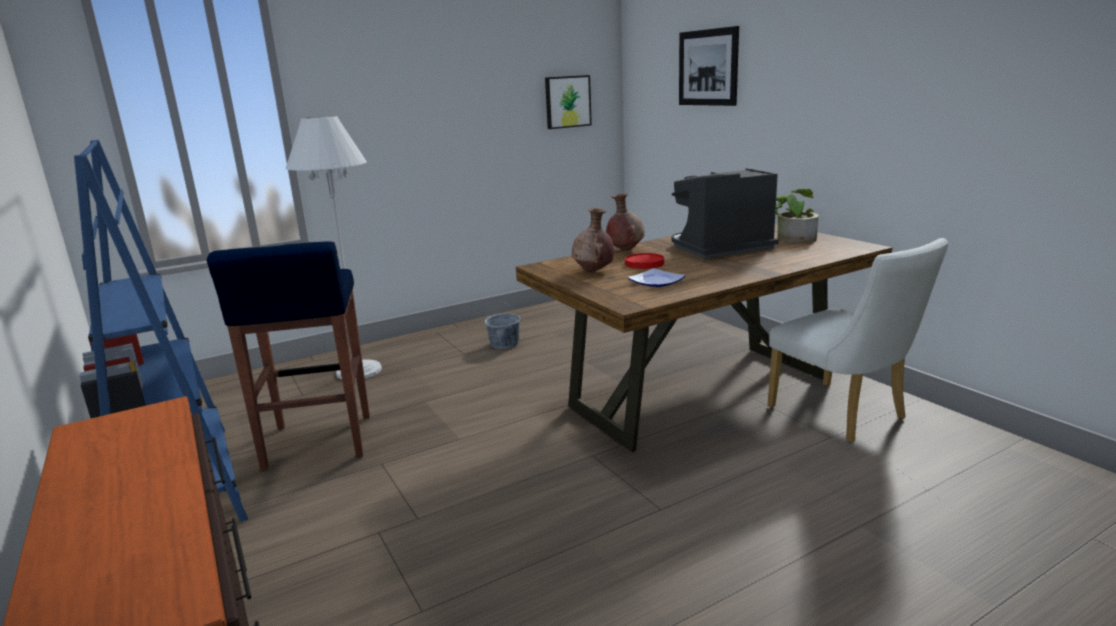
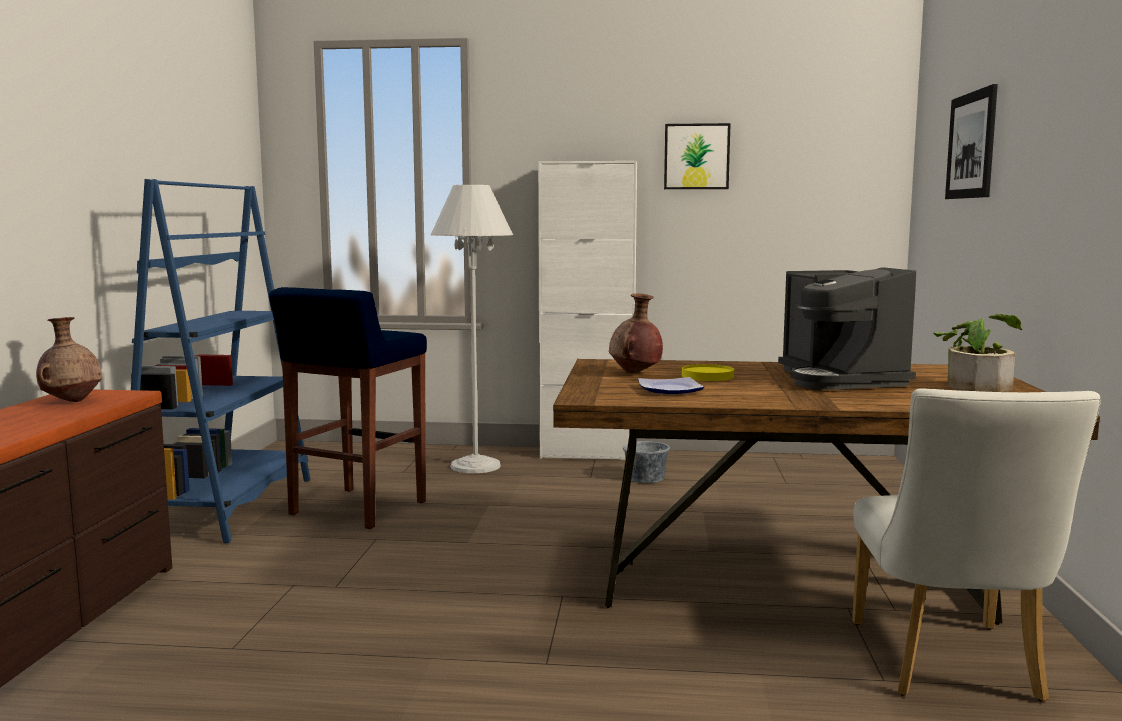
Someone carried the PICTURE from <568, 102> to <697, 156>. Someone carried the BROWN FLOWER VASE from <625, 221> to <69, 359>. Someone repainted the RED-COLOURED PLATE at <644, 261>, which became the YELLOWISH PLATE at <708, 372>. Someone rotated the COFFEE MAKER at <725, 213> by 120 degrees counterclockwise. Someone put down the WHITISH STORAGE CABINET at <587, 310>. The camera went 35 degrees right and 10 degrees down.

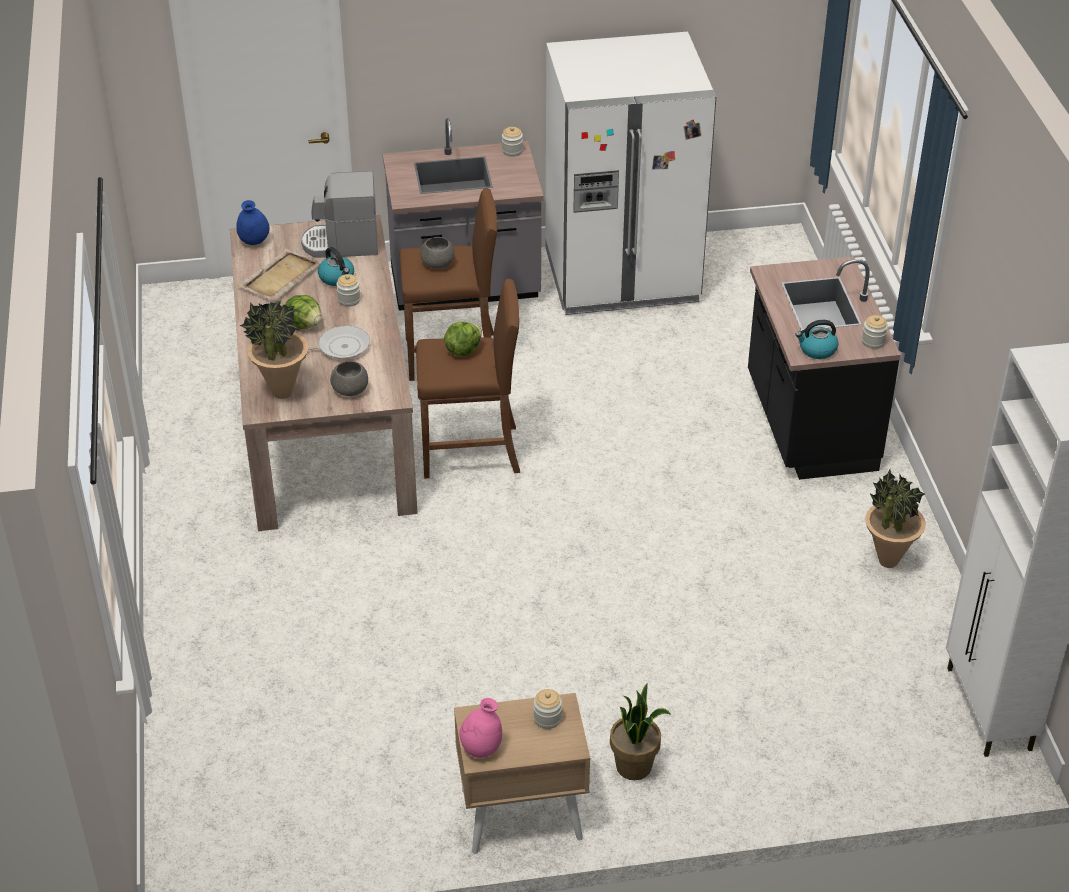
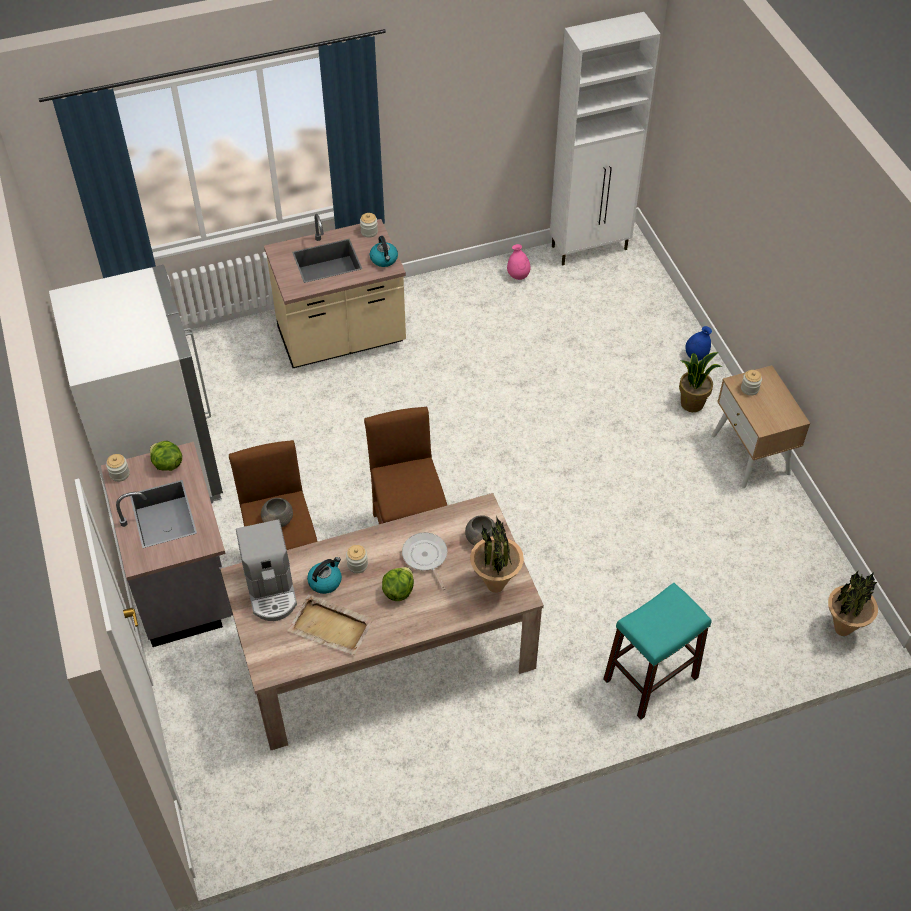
Someone carried the BLUE-COLOURED FLOWER VASE from <253, 222> to <699, 343>. Someone carried the LETTUCE HEAD from <463, 339> to <166, 456>. Someone carried the PINK FLOWER VASE from <480, 728> to <519, 262>. Someone repainted the BLACKISH KITCHEN COUNTER at <824, 368>, which became the SAND-COLOURED KITCHEN COUNTER at <335, 291>. Someone carried the HOUSEPLANT from <895, 519> to <853, 603>. Someone put down the BLUE-GREEN STOOL SEAT at <657, 651>. The camera went 100 degrees left and 10 degrees up.

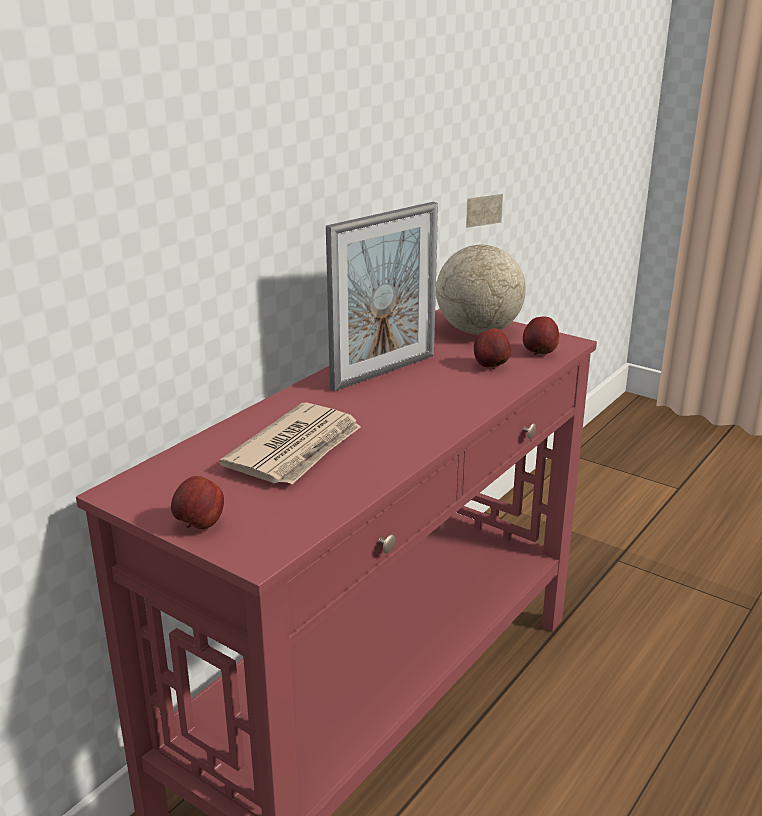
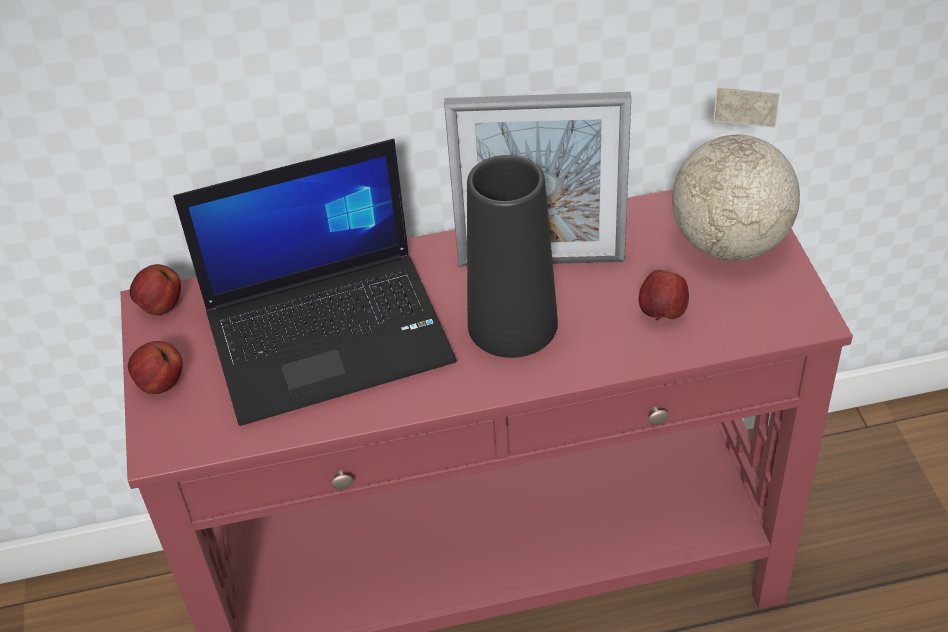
Someone swapped the NEWSPAPER at <290, 443> for the NOTEBOOK COMPUTER at <315, 282>. Someone carried the APPLE FRUIT from <541, 335> to <155, 289>. Someone put down the BLACKISH FLOWER VASE at <512, 256>. The camera went 45 degrees right and 20 degrees up.

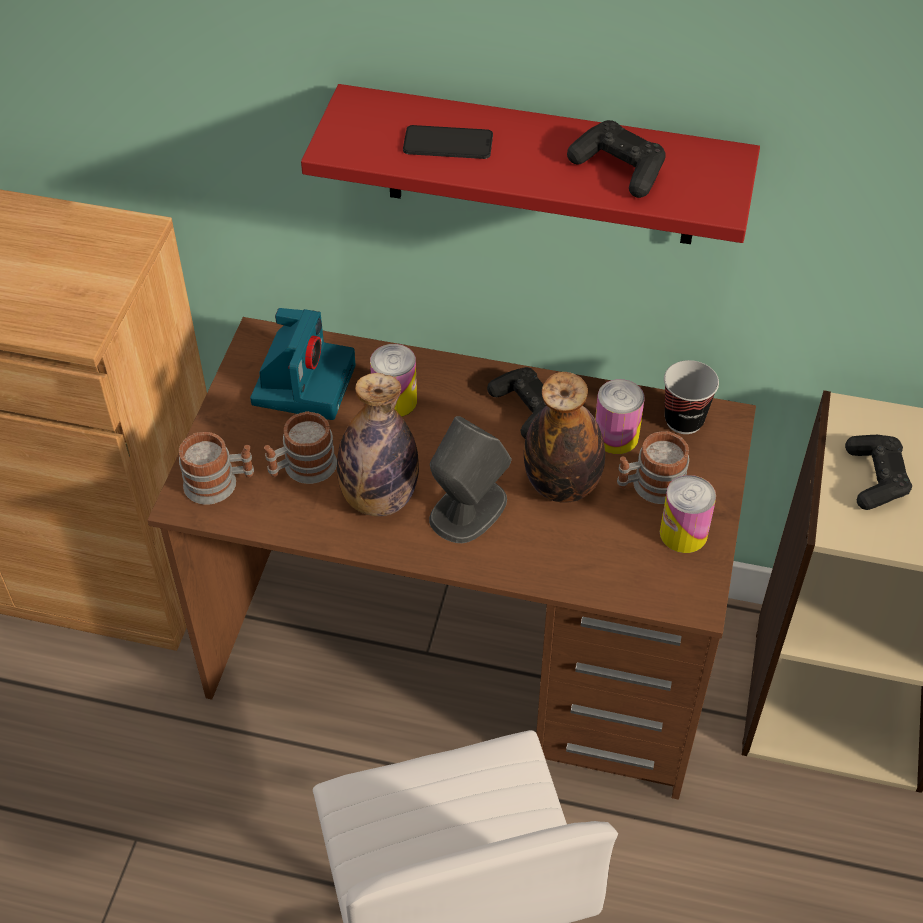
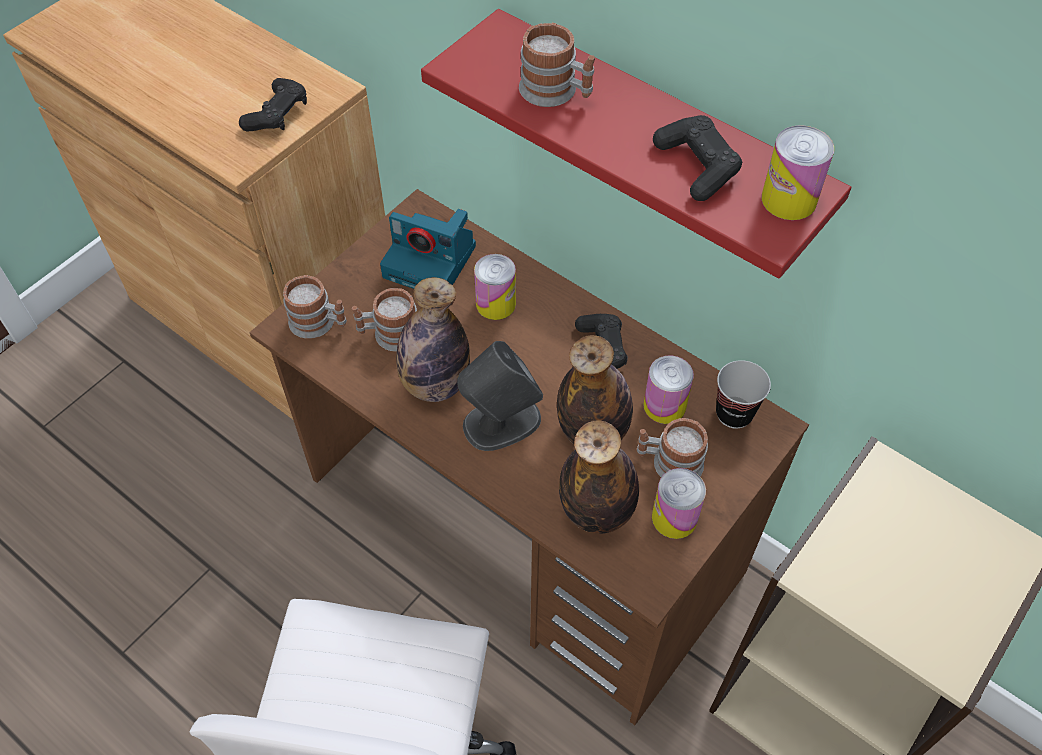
Someone rotated the PHOTO CAMERA at <303, 364> by 75 degrees clockwise. Someone swapped the PHONE at <448, 142> for the MUG at <557, 65>. Someone carried the BLACKISH GAME CONTROLLER from <878, 472> to <273, 104>. Someone put down the DRINK BOTTLE at <599, 477>. Someone put down the CAN at <798, 172>. The camera went 25 degrees right and 5 degrees up.

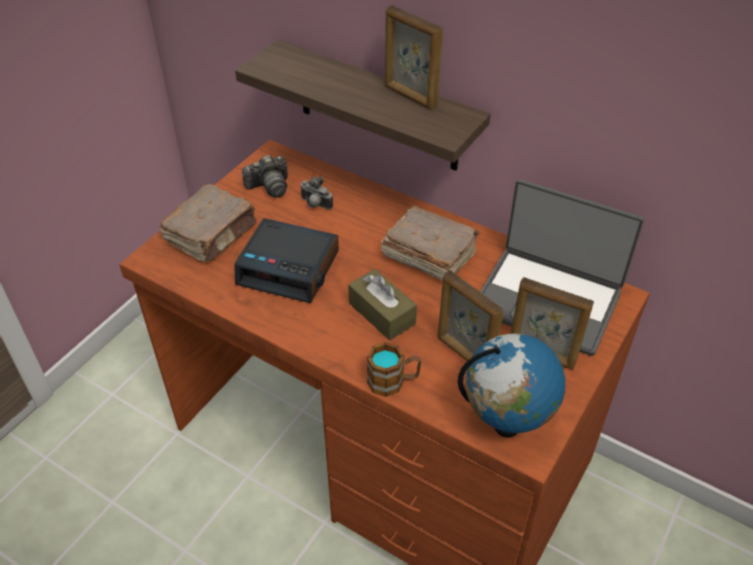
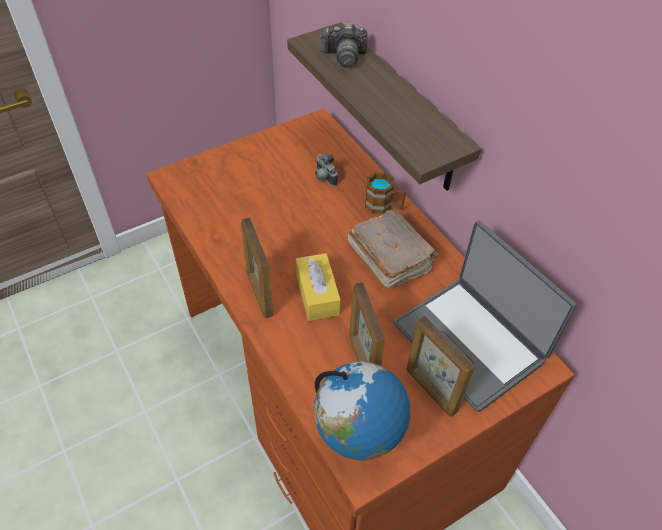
Someone took away the BROWN BOOK at <208, 223>. Someone took away the TABLE CLOCK at <286, 260>. Someone carried the PHOTO CAMERA from <265, 176> to <343, 45>. Someone repainted the BROWN TISSUE HOLDER at <382, 304>, which became the YELLOWISH TISSUE HOLDER at <318, 287>. Someone carried the MUG from <394, 369> to <385, 193>. Someone carried the PHOTO FRAME from <414, 57> to <257, 268>. The camera went 25 degrees right and 5 degrees up.

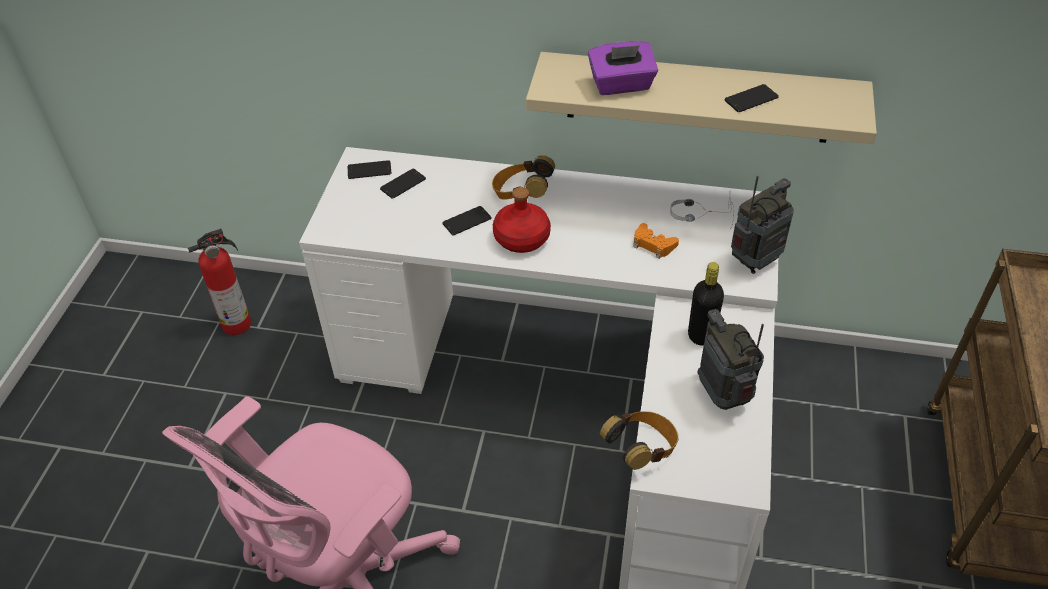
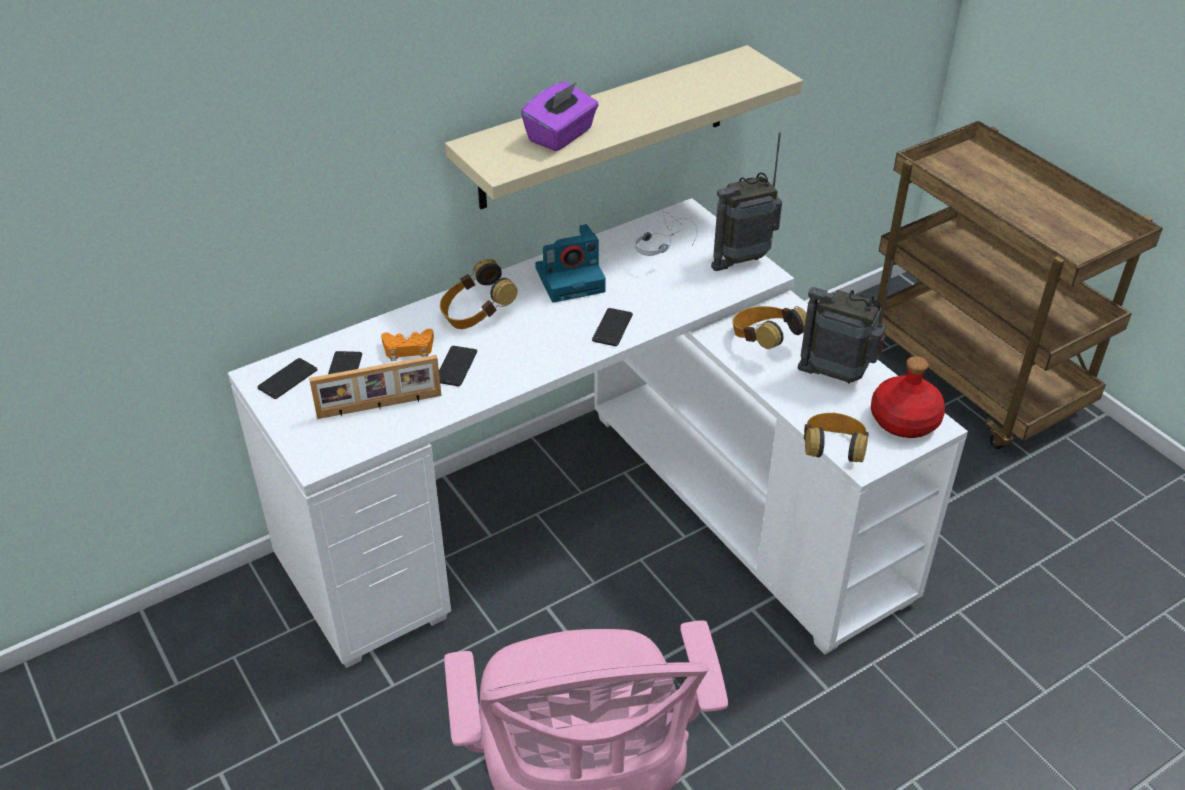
Someone took away the FIRE-FIGHTING CYLINDER at <219, 281>. Someone carried the RED-COLOURED DRINK BOTTLE from <522, 220> to <908, 397>. Someone carried the ORANGE-COLOURED GAME CONTROLLER from <656, 241> to <407, 345>. Someone swapped the BLACKISH DRINK BOTTLE at <706, 304> for the HEADSET at <769, 327>. Someone carried the PHONE from <752, 98> to <612, 327>. Someone rotated the RADIO at <762, 225> by 120 degrees counterclockwise. Someone put down the PHOTO FRAME at <375, 387>. Someone put down the PHOTO CAMERA at <570, 263>. The camera went 45 degrees left and 5 degrees down.

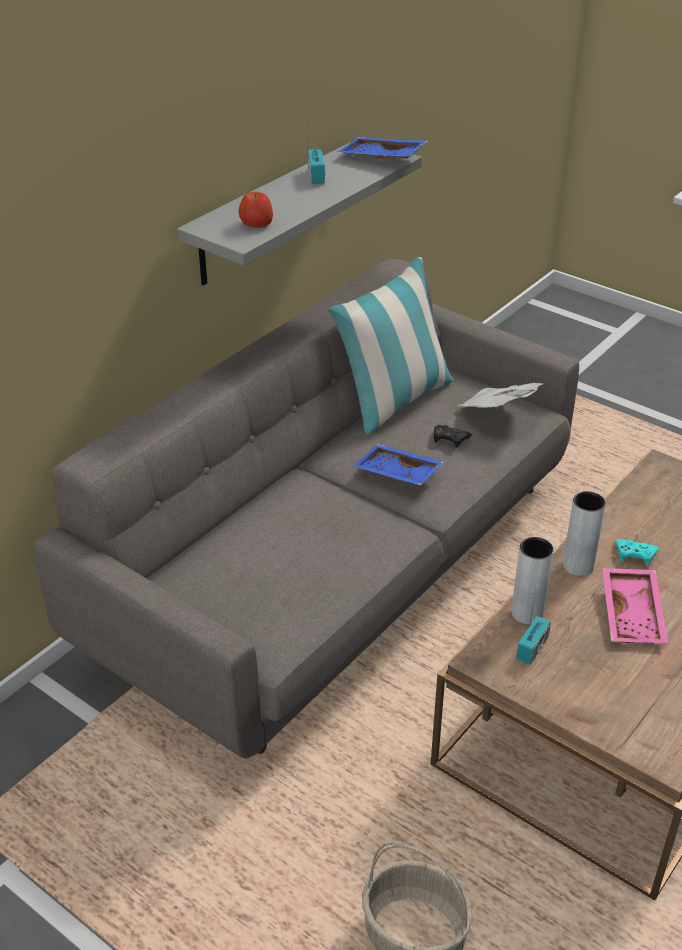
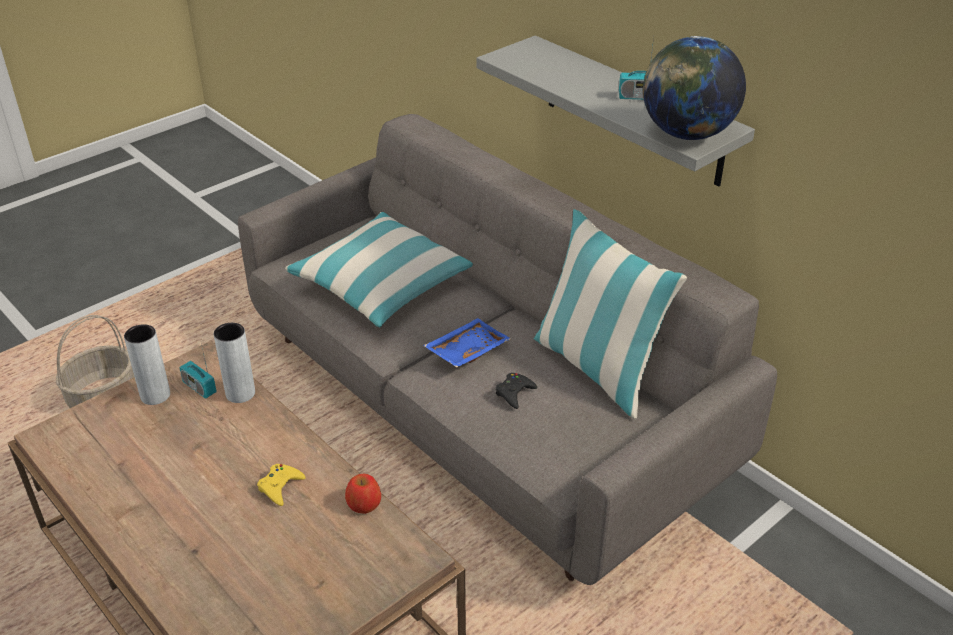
Someone carried the APPLE FRUIT from <256, 210> to <363, 494>. Someone swapped the BLUE-COLOURED CARRYING TRAY at <382, 148> for the GLOBE at <694, 88>. Someone took away the NEWSPAPER at <501, 395>. Someone carried the GREYISH FLOWER VASE from <584, 533> to <147, 364>. Someone took away the PINK CARRYING TRAY at <635, 605>. Someone repainted the BLUE-GREEN GAME CONTROLLER at <637, 552>, which became the YELLOWISH GAME CONTROLLER at <281, 485>. Someone put down the THROW PILLOW at <379, 269>. The camera went 100 degrees right and 0 degrees up.

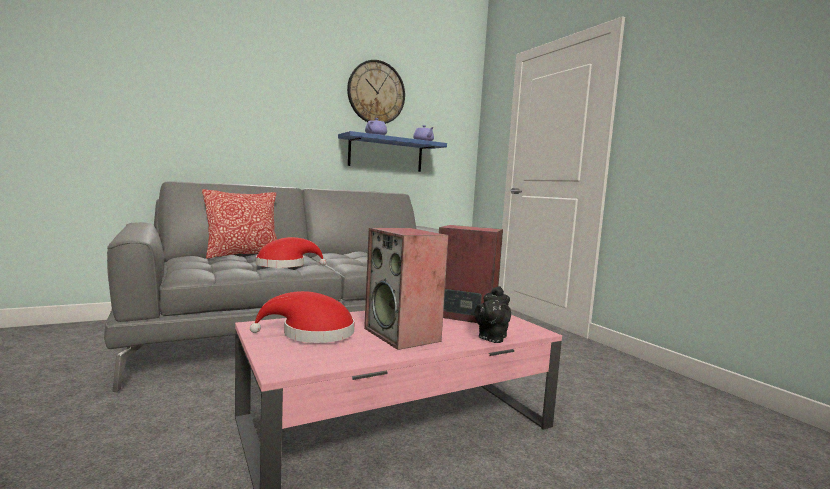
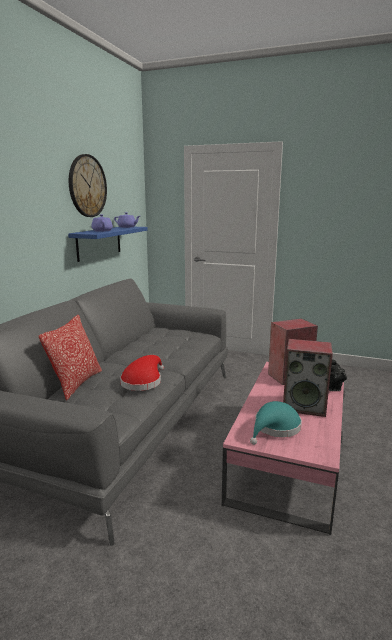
Someone repainted the RED-COLOURED HAT at <302, 317>, which became the BLUE-GREEN HAT at <276, 423>. The camera went 40 degrees left and 10 degrees up.

